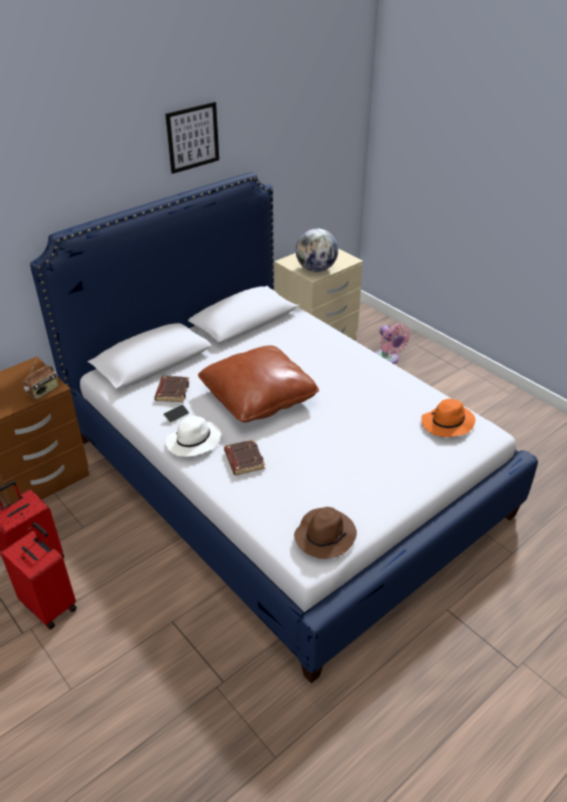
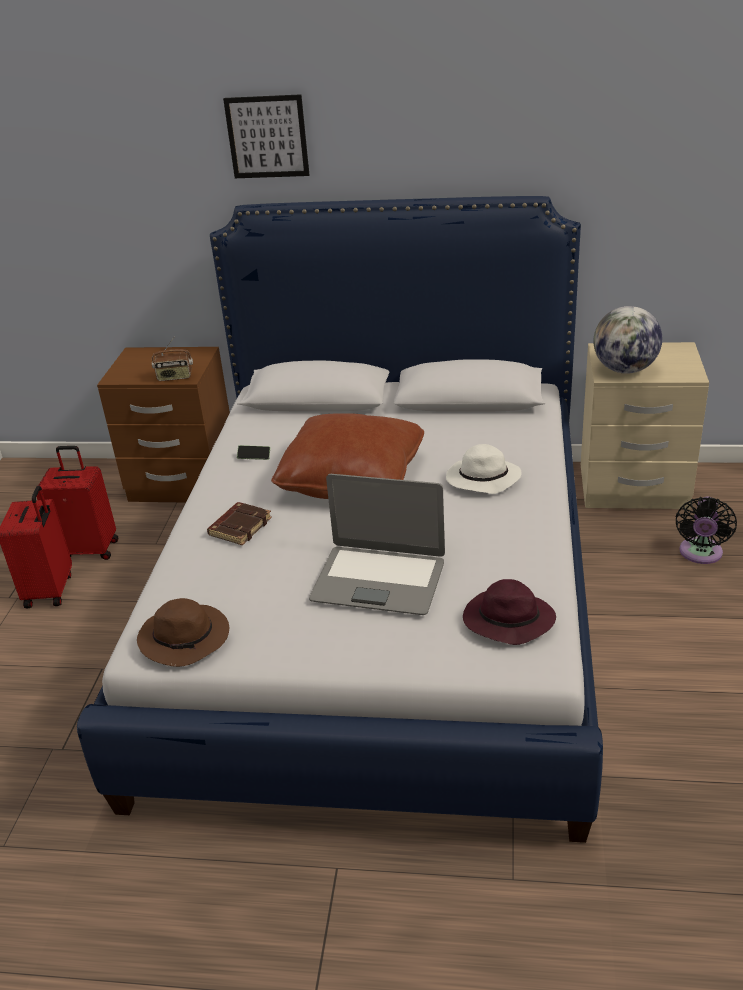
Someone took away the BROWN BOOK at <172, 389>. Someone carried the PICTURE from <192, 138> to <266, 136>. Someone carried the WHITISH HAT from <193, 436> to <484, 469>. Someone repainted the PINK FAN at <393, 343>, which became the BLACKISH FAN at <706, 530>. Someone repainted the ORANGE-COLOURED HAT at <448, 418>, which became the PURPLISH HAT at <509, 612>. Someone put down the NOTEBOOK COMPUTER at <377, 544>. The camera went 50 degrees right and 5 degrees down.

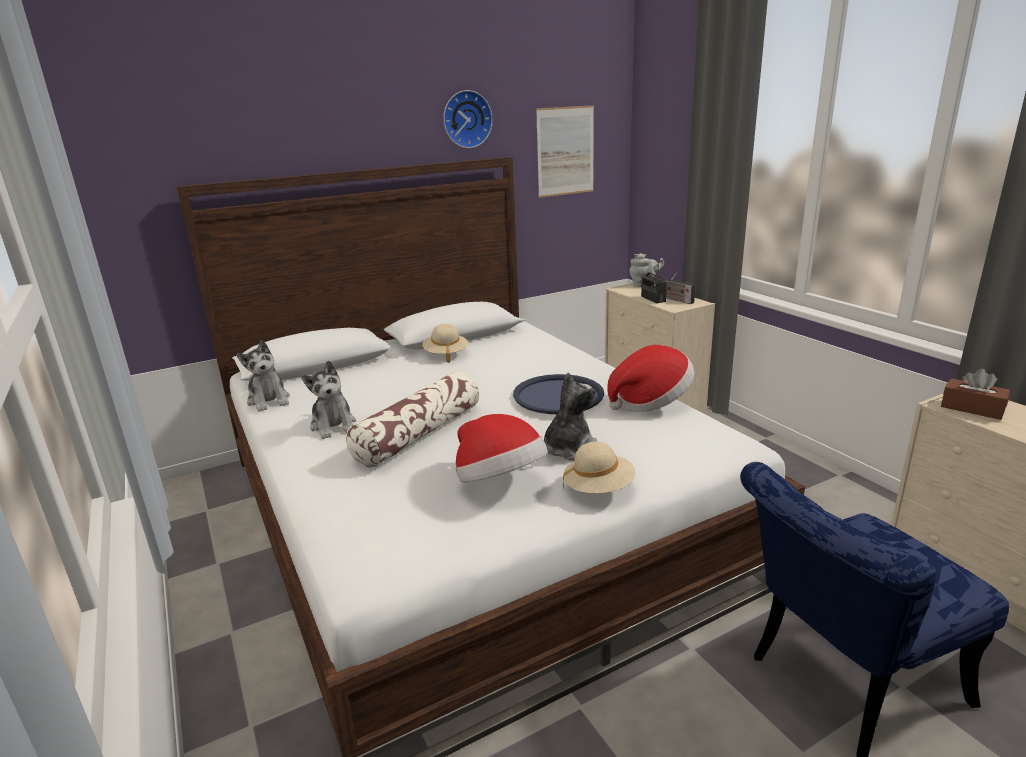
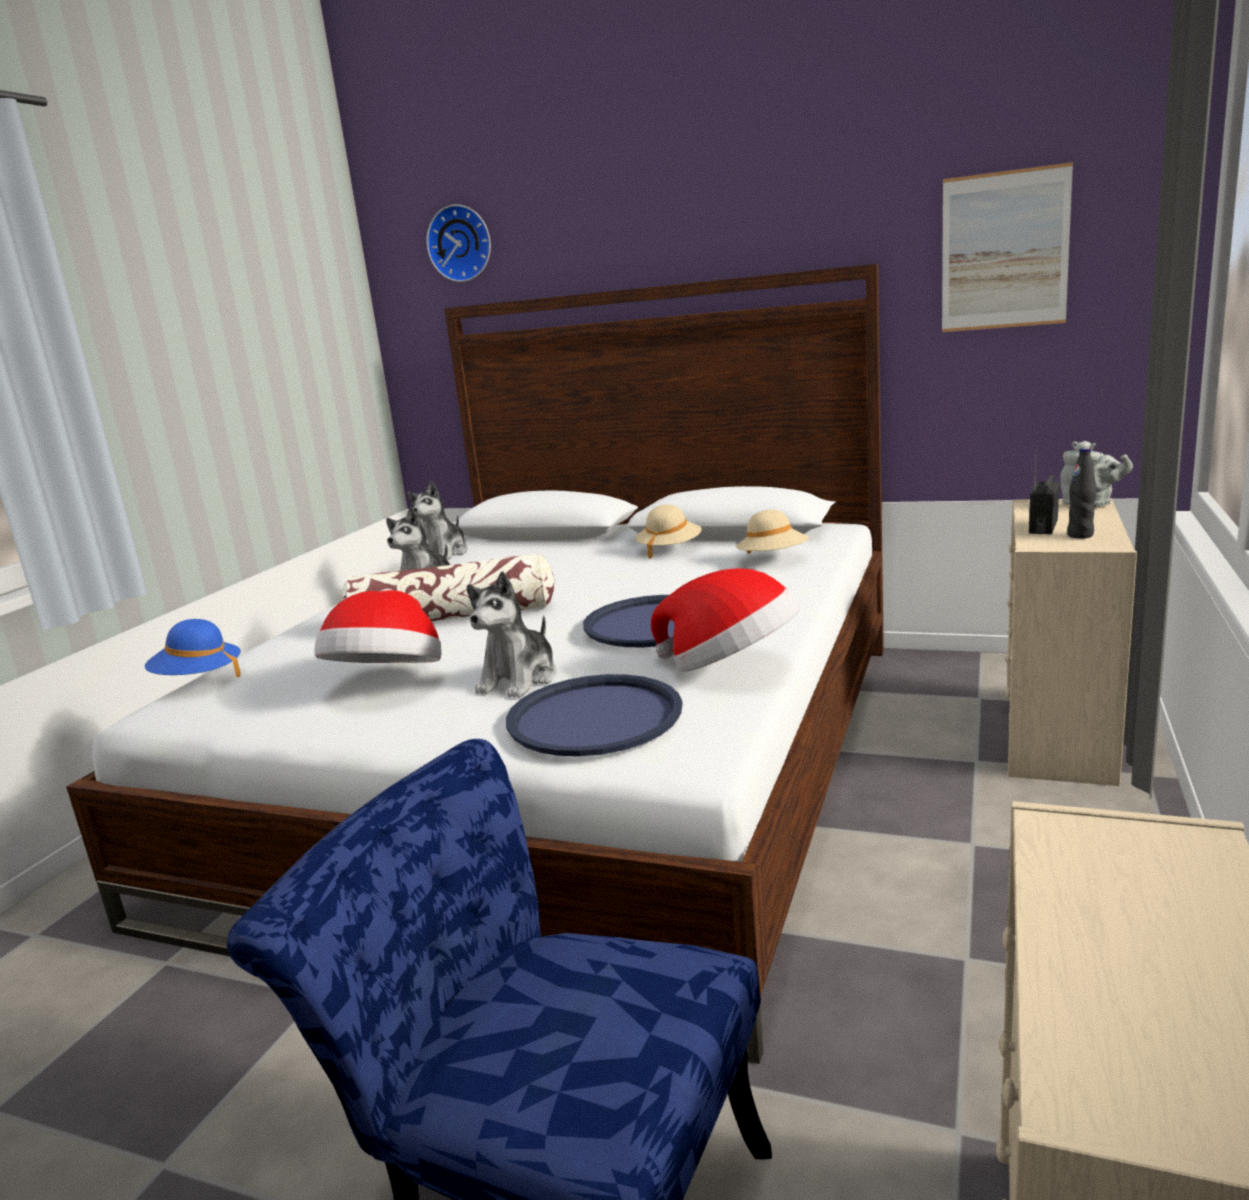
Someone carried the HANGING CLOCK from <468, 119> to <459, 243>. Someone rotated the PLUSH TOY at <570, 417> by 120 degrees clockwise. Someone carried the SAND-COLOURED HAT from <599, 467> to <772, 532>. Someone swapped the RADIO at <680, 287> for the BLACKISH DRINK BOTTLE at <1082, 493>. Someone took away the BROWN TISSUE HOLDER at <976, 394>. Someone put down the BLUE-COLOURED HAT at <193, 648>. Someone put down the BLUE-COLOURED CARRYING TRAY at <594, 715>. The camera went 50 degrees right and 5 degrees down.

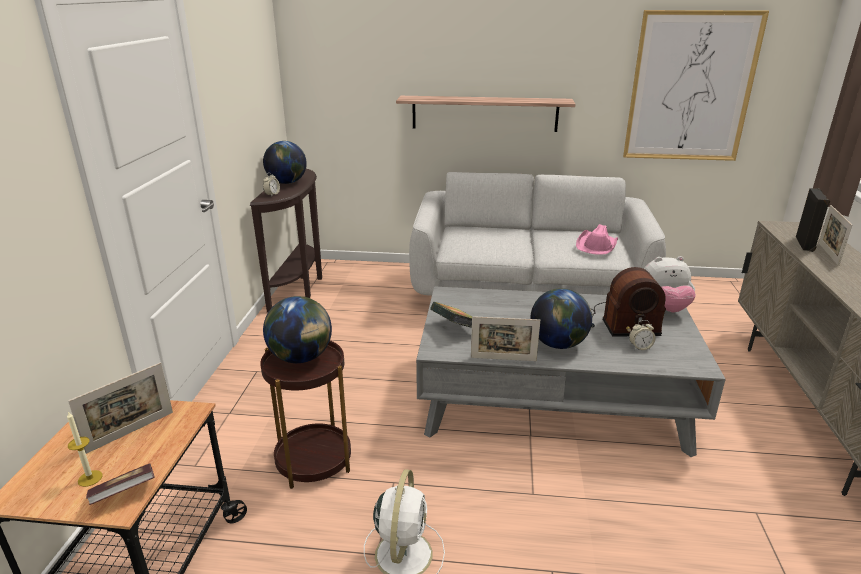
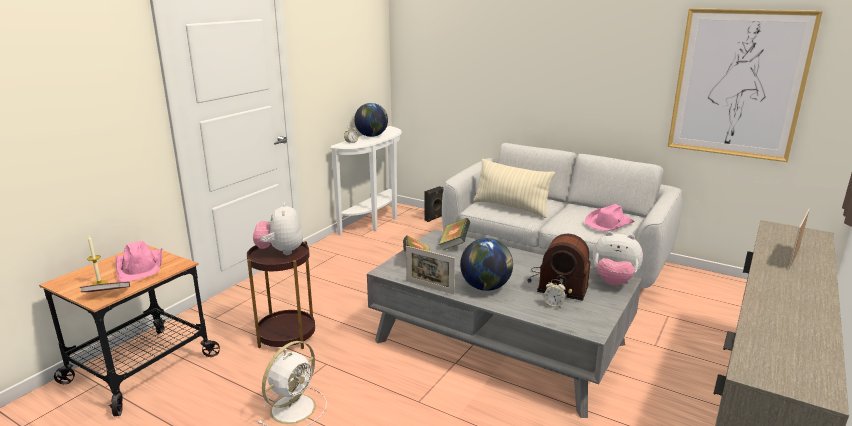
Someone swapped the PHOTO FRAME at <120, 408> for the PINK HAT at <139, 261>. Someone repainted the BROWN CONSOLE TABLE at <286, 240>, which became the WHITISH CONSOLE TABLE at <366, 180>. Someone swapped the GLOBE at <297, 329> for the PLUSH TOY at <278, 229>. Someone took away the SHELF at <485, 114>. Someone carried the BLACKISH LOUDSPEAKER from <813, 220> to <434, 204>. Someone put down the BOOK at <454, 234>. Someone put down the SAND-COLOURED THROW PILLOW at <514, 188>. The camera went 25 degrees right and 5 degrees down.

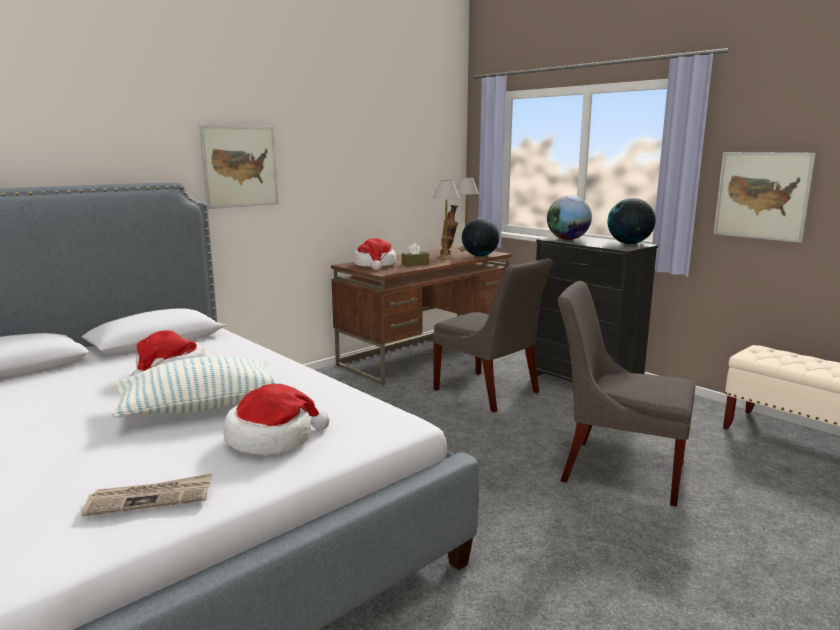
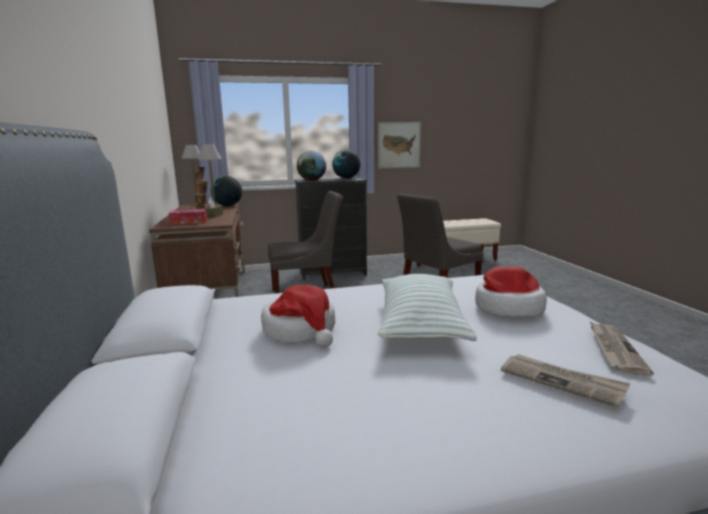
Someone took away the PICTURE at <239, 167>. Someone swapped the HAT at <375, 254> for the TISSUE HOLDER at <188, 217>. Someone put down the NEWSPAPER at <565, 381>. The camera went 60 degrees left and 0 degrees up.

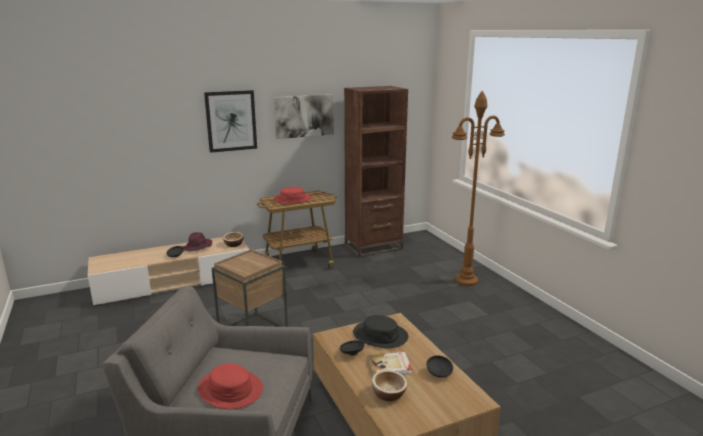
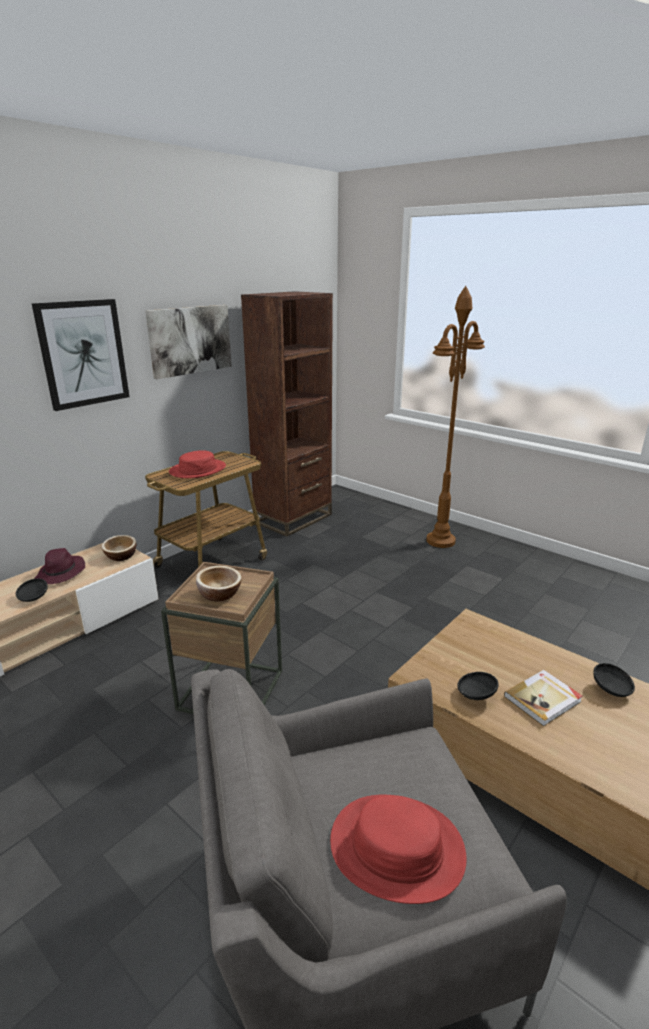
Someone took away the BLACKISH HAT at <380, 331>. Someone carried the SERVING BOWL from <389, 385> to <219, 584>. The camera went 25 degrees left and 5 degrees up.

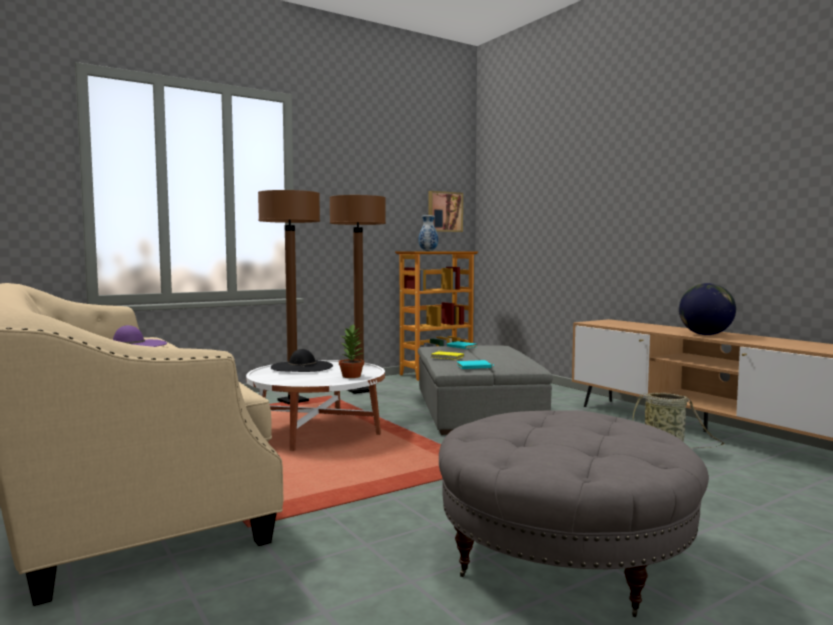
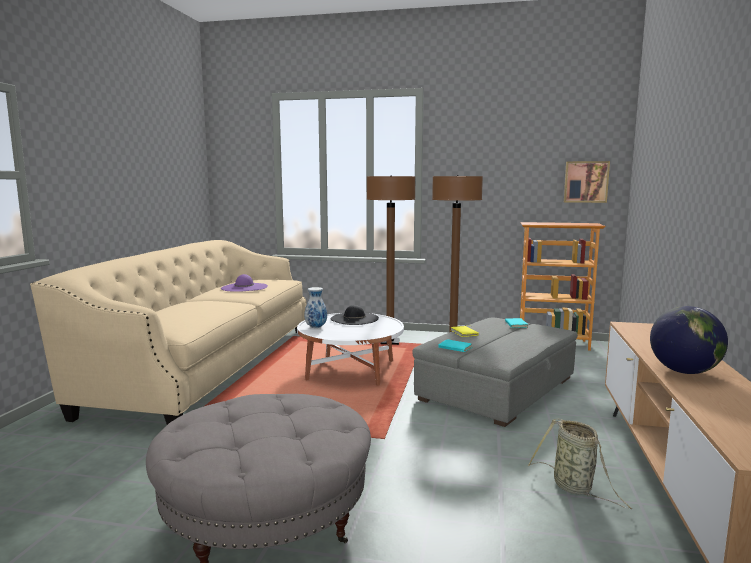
Someone took away the HOUSEPLANT at <351, 350>. Someone carried the FLOWER VASE from <428, 233> to <315, 307>. The camera went 45 degrees right and 5 degrees up.

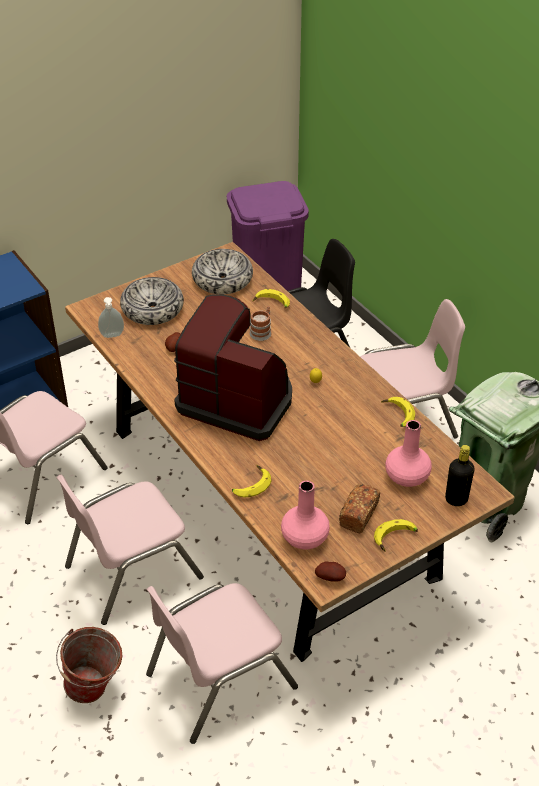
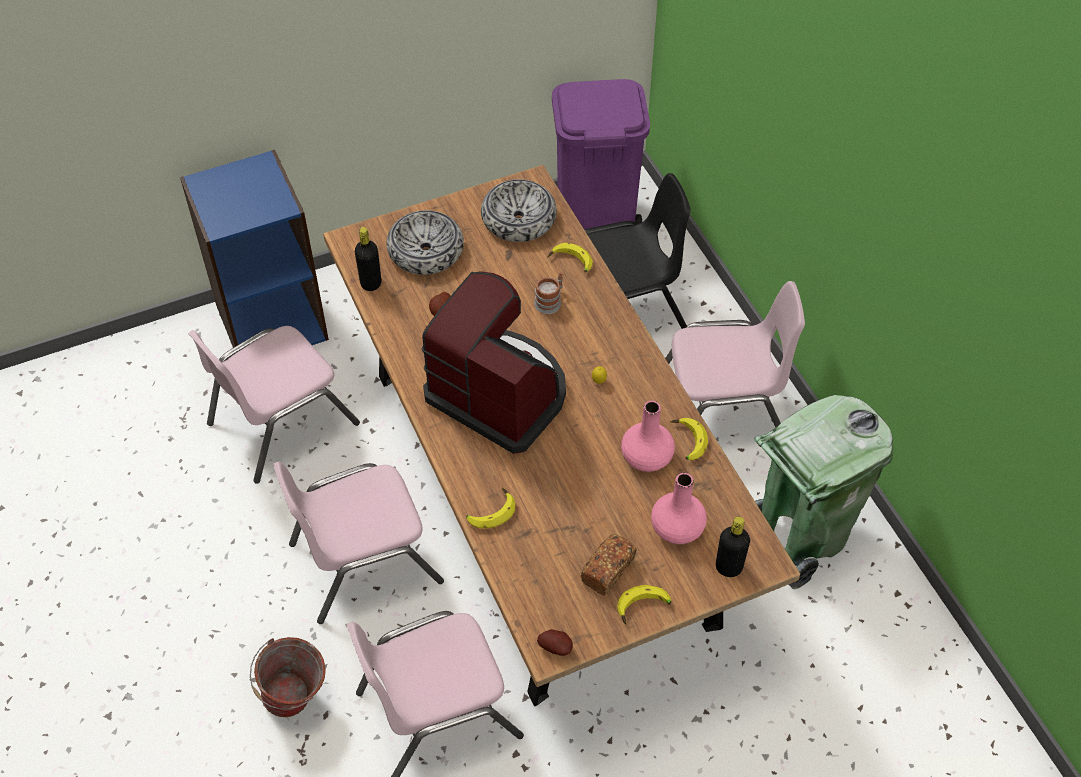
Someone swapped the SOAP BOTTLE at <111, 317> for the BLACKISH DRINK BOTTLE at <368, 259>. Someone carried the PINK FLOWER VASE from <305, 515> to <648, 436>. The camera went 10 degrees right and 10 degrees up.

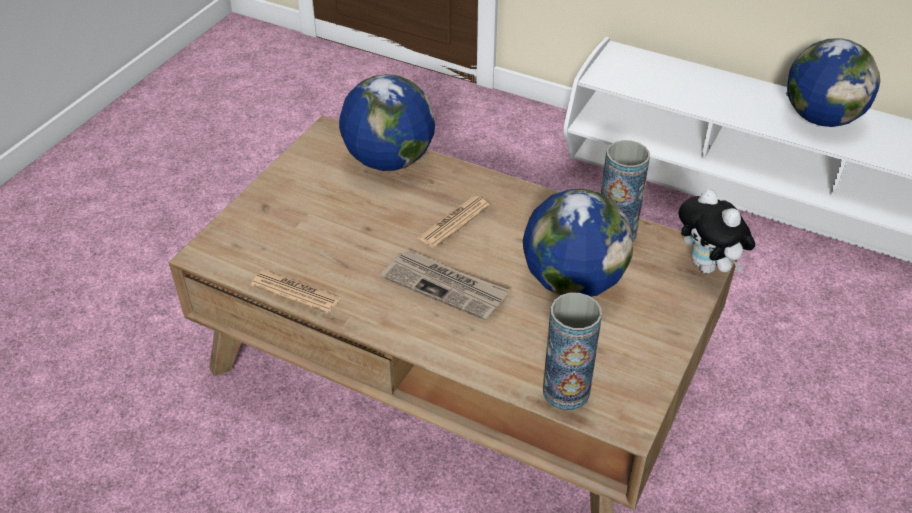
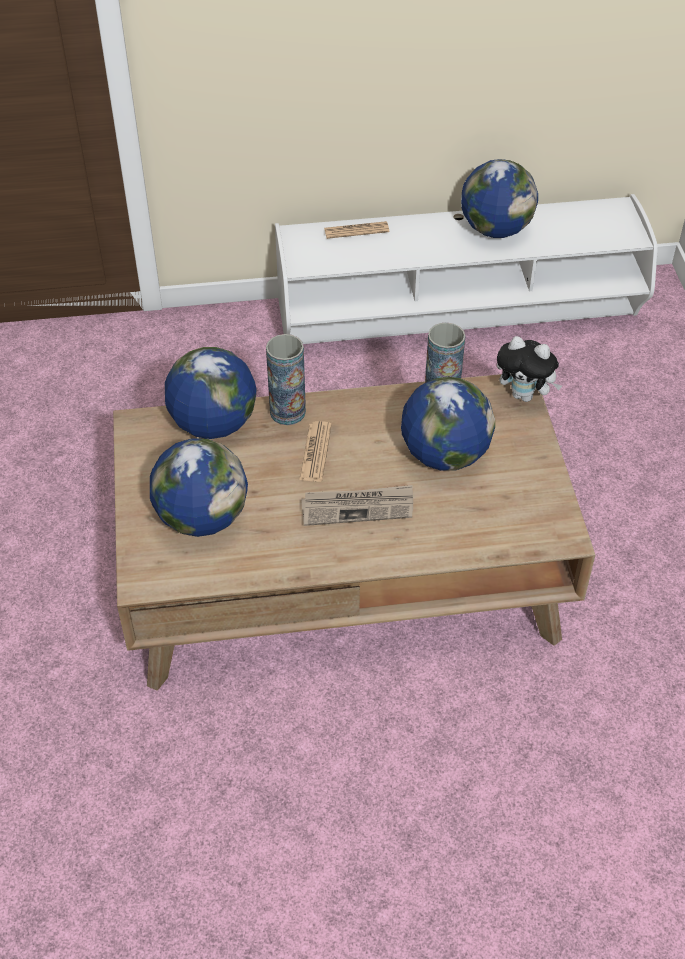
Someone carried the NEWSPAPER from <296, 292> to <356, 230>. Someone carried the FLOWER VASE from <572, 351> to <286, 379>. Someone put down the GLOBE at <199, 487>. The camera went 35 degrees left and 5 degrees up.

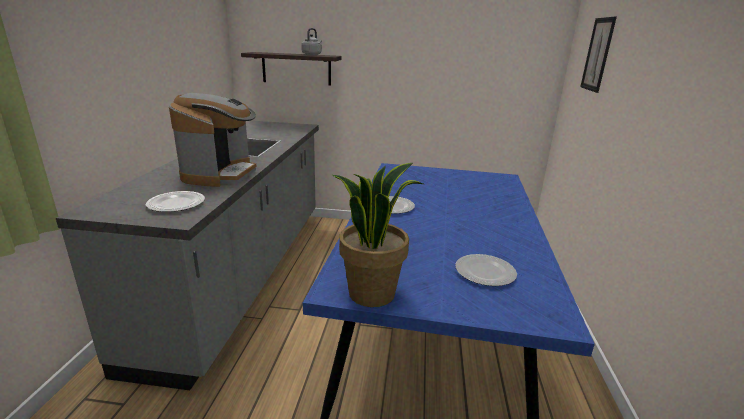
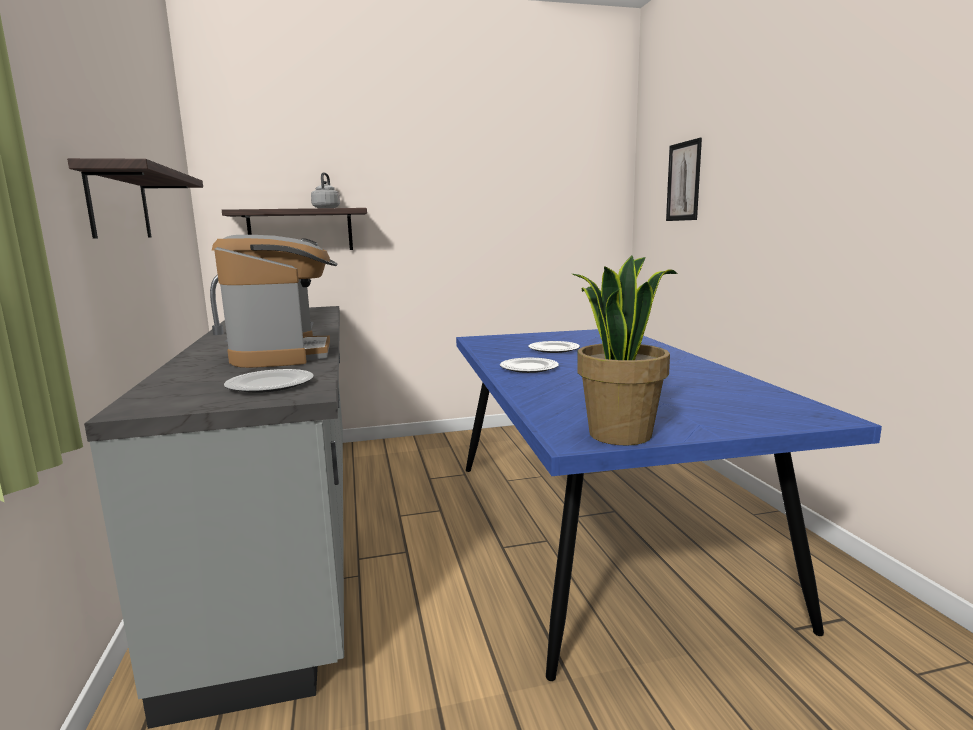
Someone carried the PLATE from <486, 270> to <554, 347>. Someone put up the SHELF at <135, 198>. The camera went 20 degrees left and 10 degrees down.

